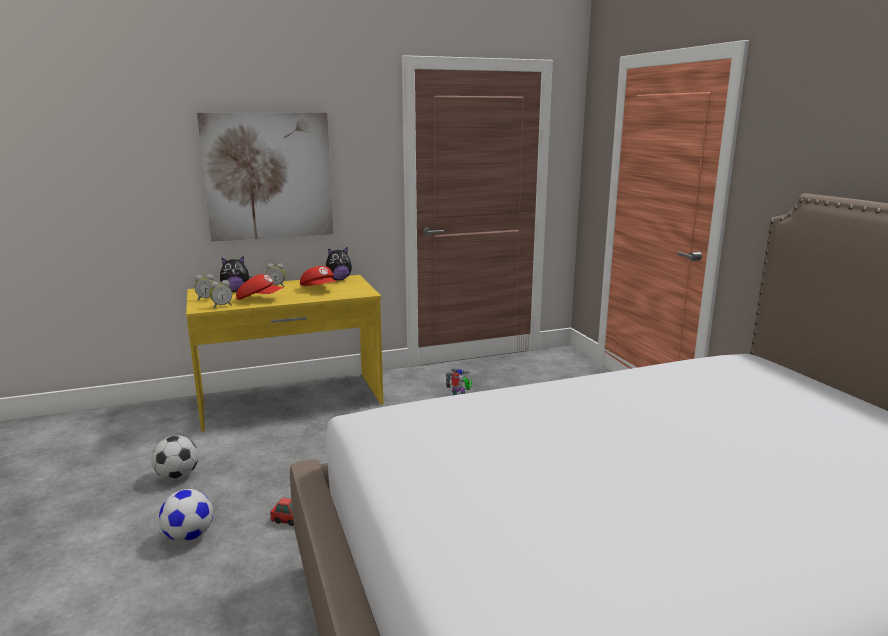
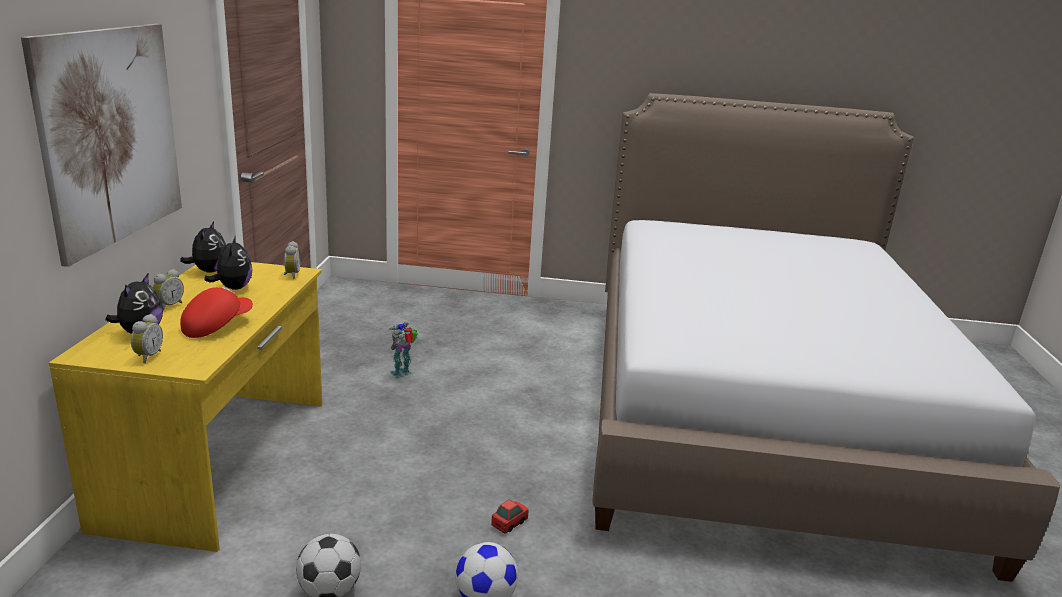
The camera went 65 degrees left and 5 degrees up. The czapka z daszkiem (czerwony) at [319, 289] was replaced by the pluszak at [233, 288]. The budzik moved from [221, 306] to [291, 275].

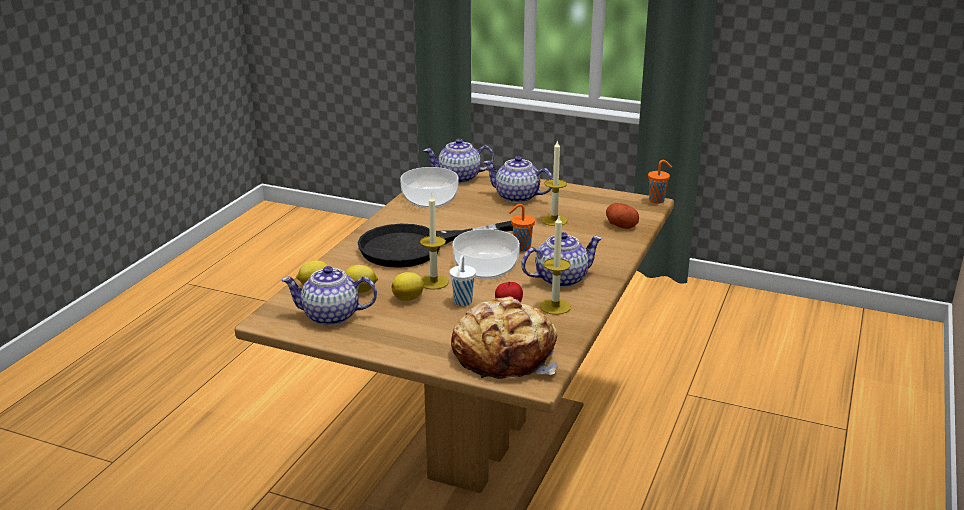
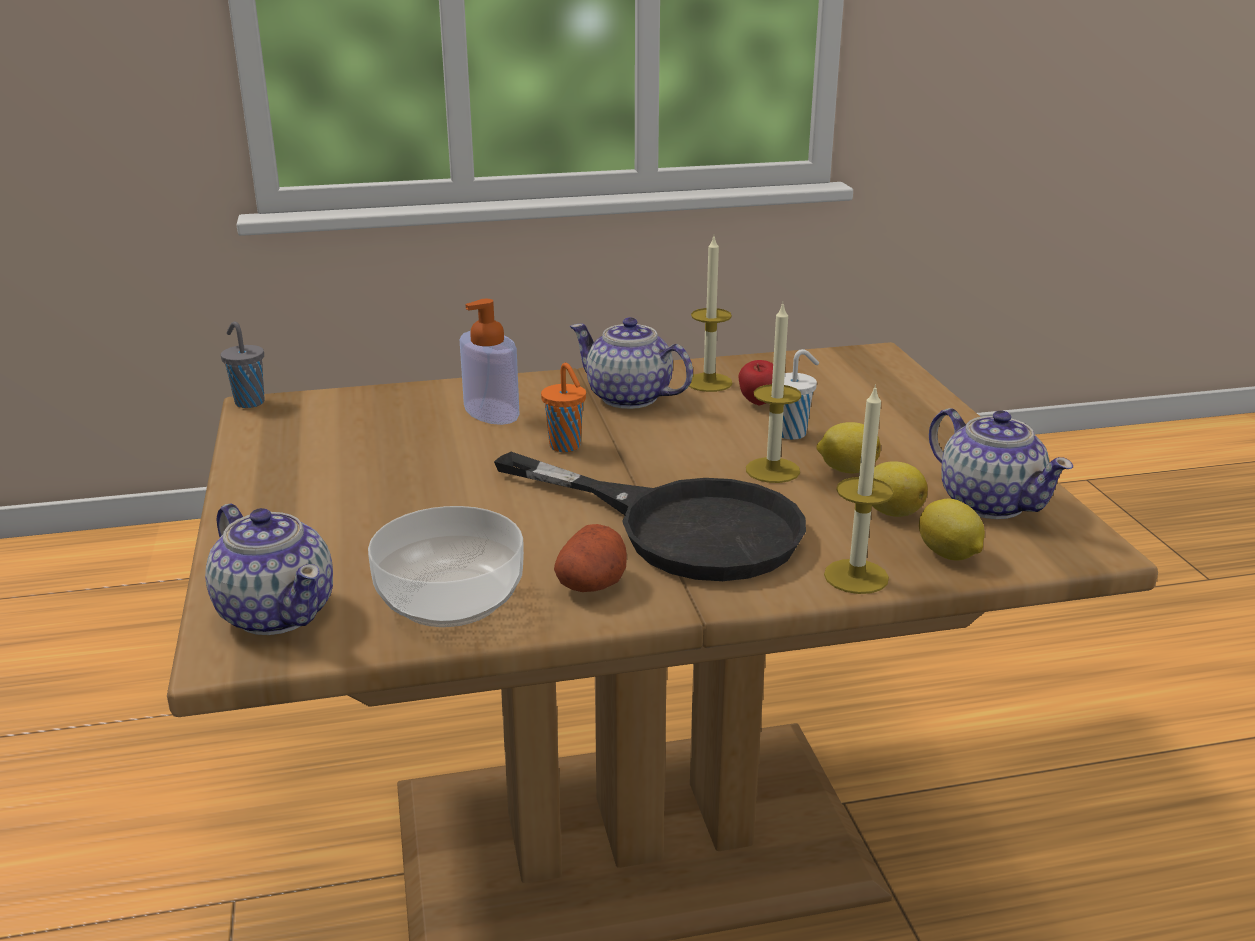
The camera went 125 degrees left and 0 degrees up. The filiżanka (pomarańczowy) at [657, 200] became the filiżanka (szary) at [248, 402]. The dozownik mydła at [491, 411] appeared. The ziemniak moved from [620, 225] to [592, 584]. The świeca moved from [554, 220] to [856, 576]. The chleb at [505, 354] disappeared. The miska at [485, 268] disappeared. The imbryk at [517, 197] disappeared.

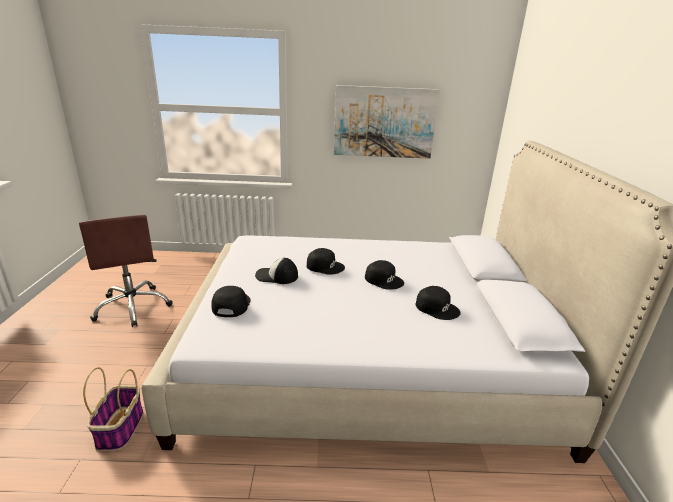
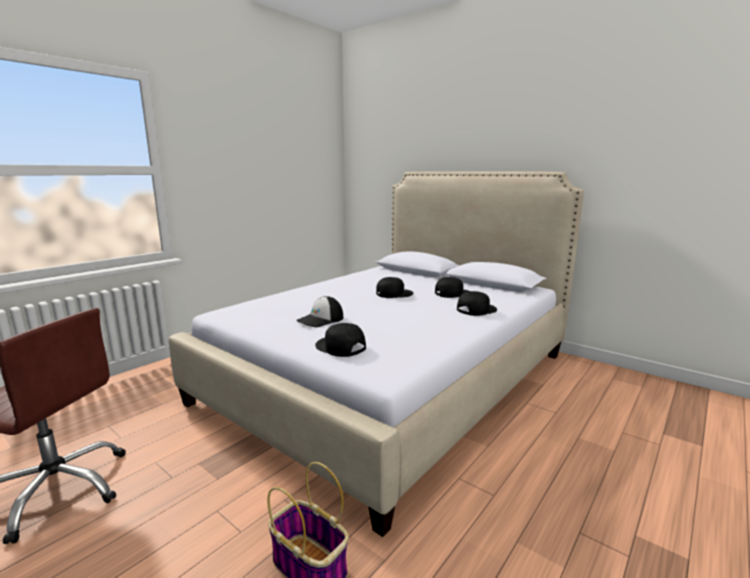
The camera went 50 degrees left and 10 degrees down. The czapka z daszkiem (czarny) moved from [325, 266] to [476, 309]. The obraz at [384, 122] disappeared.

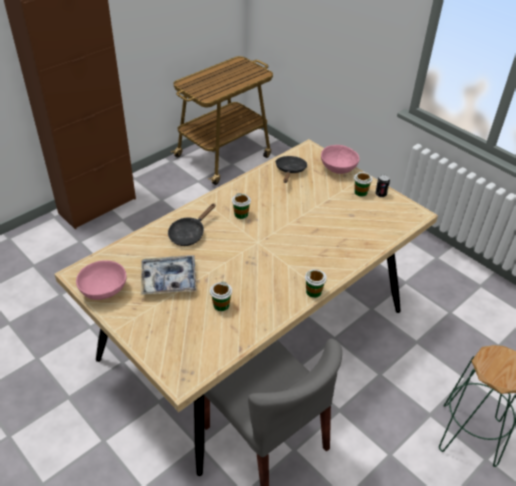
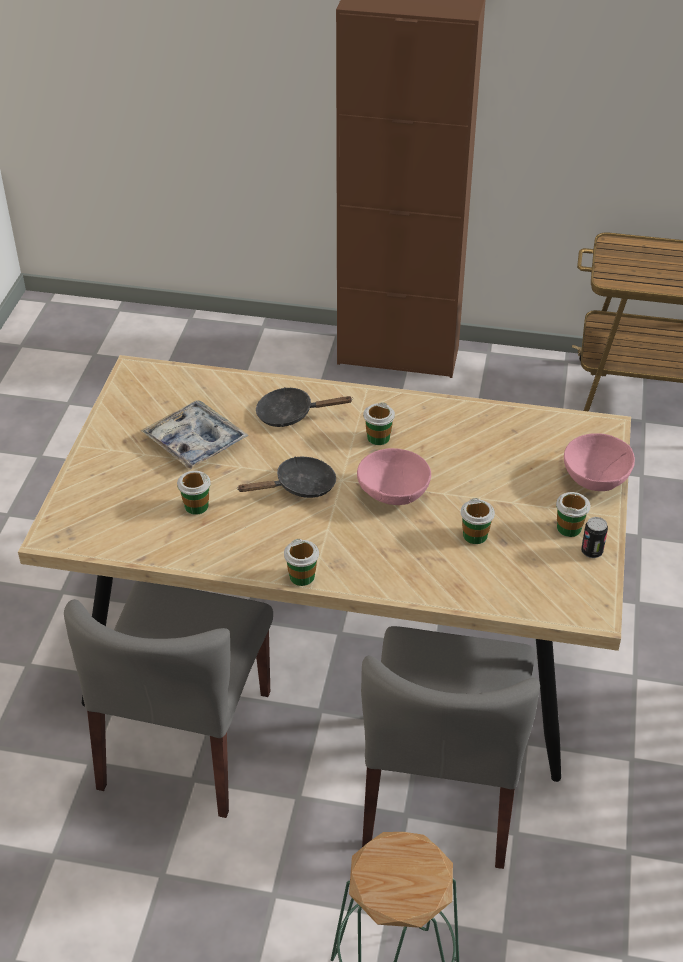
The camera went 55 degrees right and 0 degrees up. The patelnia (czarny) moved from [290, 171] to [299, 486]. The miska (różowy) moved from [104, 290] to [394, 494]. The krzesło (szary) at [442, 789] appeared. The filiżanka at [475, 535] appeared.

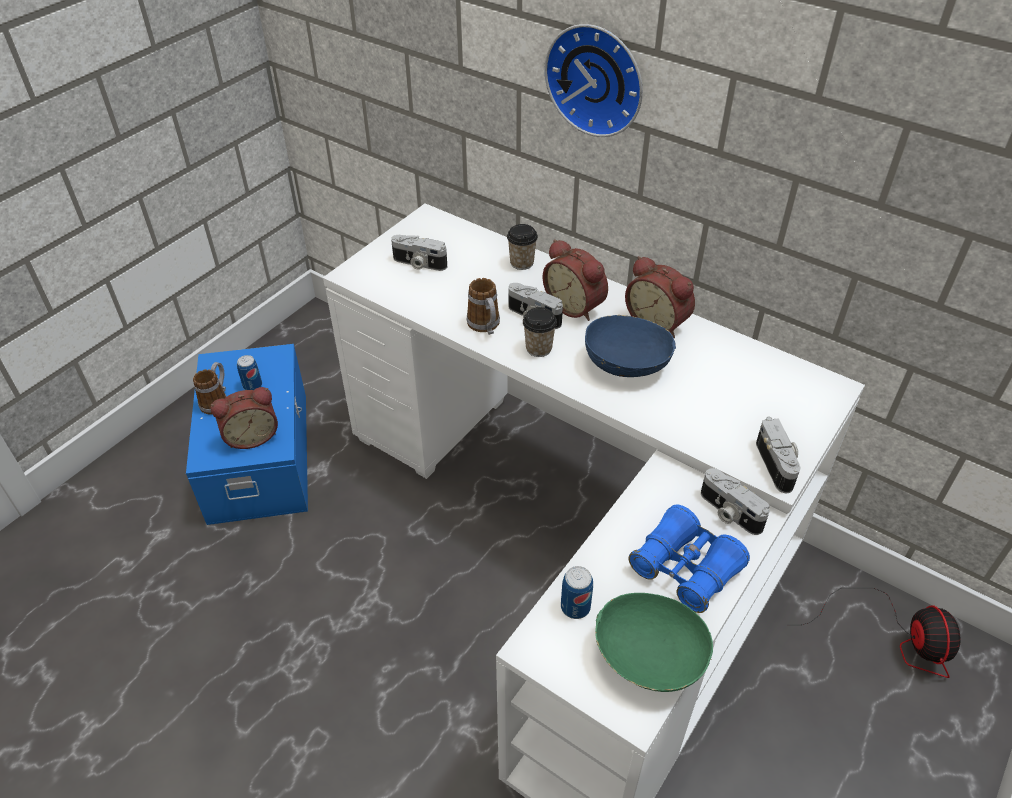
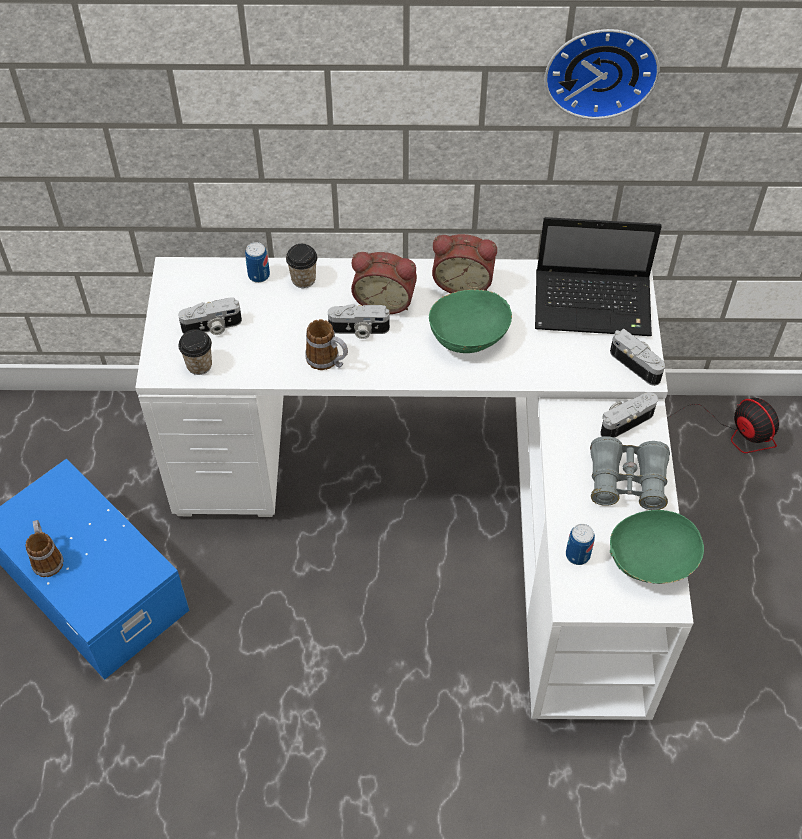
The camera went 35 degrees left and 10 degrees up. The filiżanka moved from [538, 348] to [199, 365]. The puszka moved from [252, 385] to [259, 275]. The miska (niebieski) at [626, 364] became the miska (zielony) at [469, 335]. The laptop at [595, 304] appeared. The zegar ścienny moved from [597, 78] to [601, 69]. The lornetka (niebieski) at [685, 568] became the lornetka (szary) at [627, 481]. The aparat fotograficzny at [728, 512] turned 135 degrees clockwise. The budzik at [251, 436] disappeared.

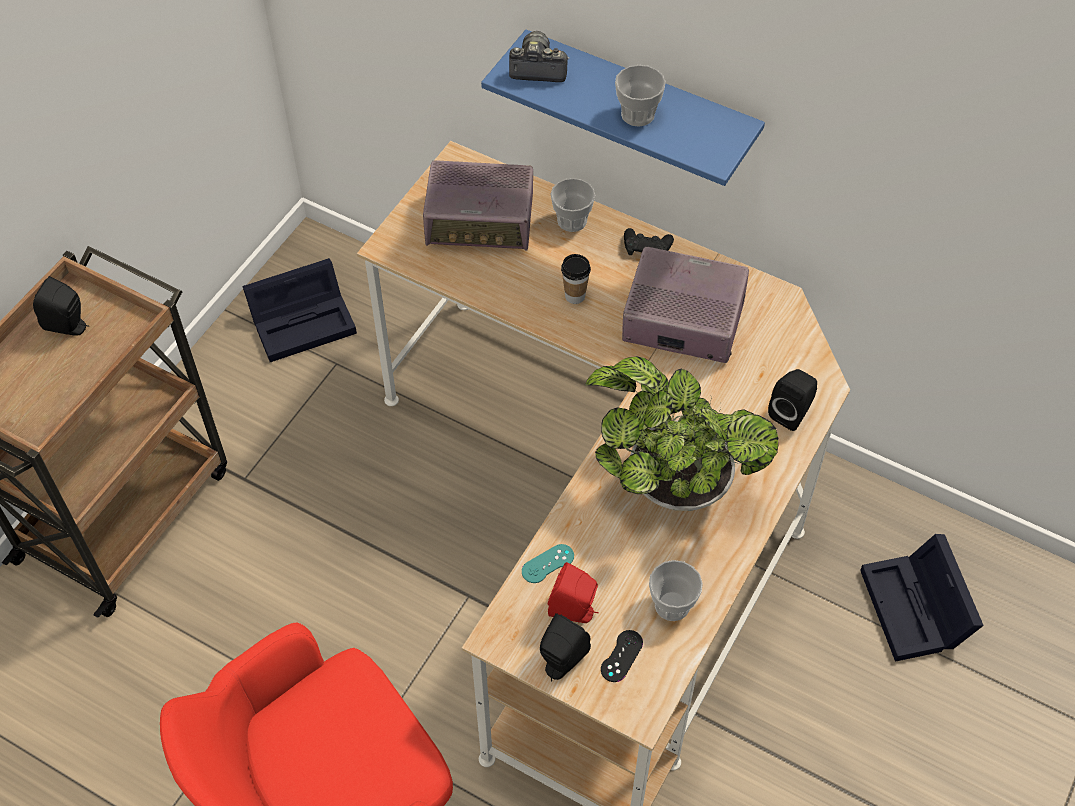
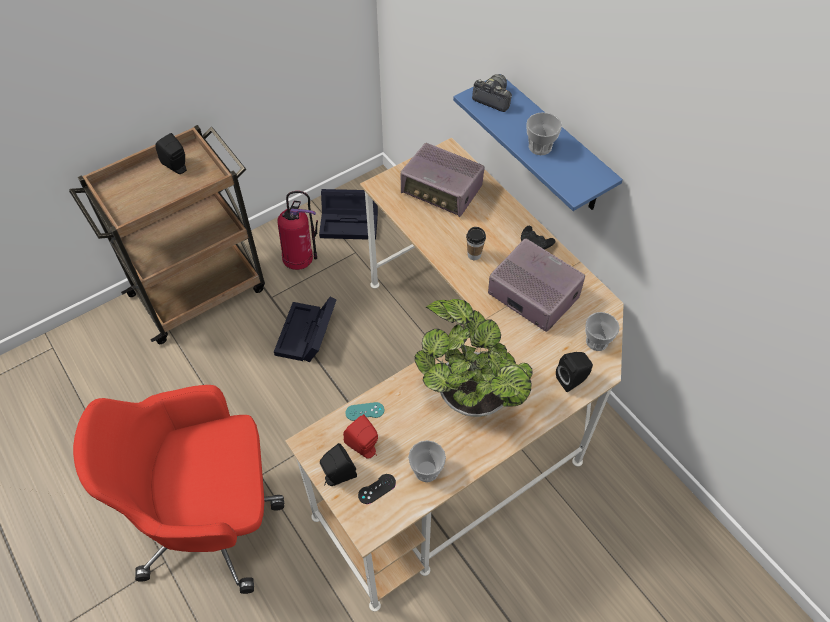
The camera went 25 degrees right and 0 degrees up. The pojemnik do przechowywania (czarny) moved from [917, 610] to [307, 336]. The gaśnica at [301, 260] appeared. The filiżanka moved from [572, 220] to [597, 341].

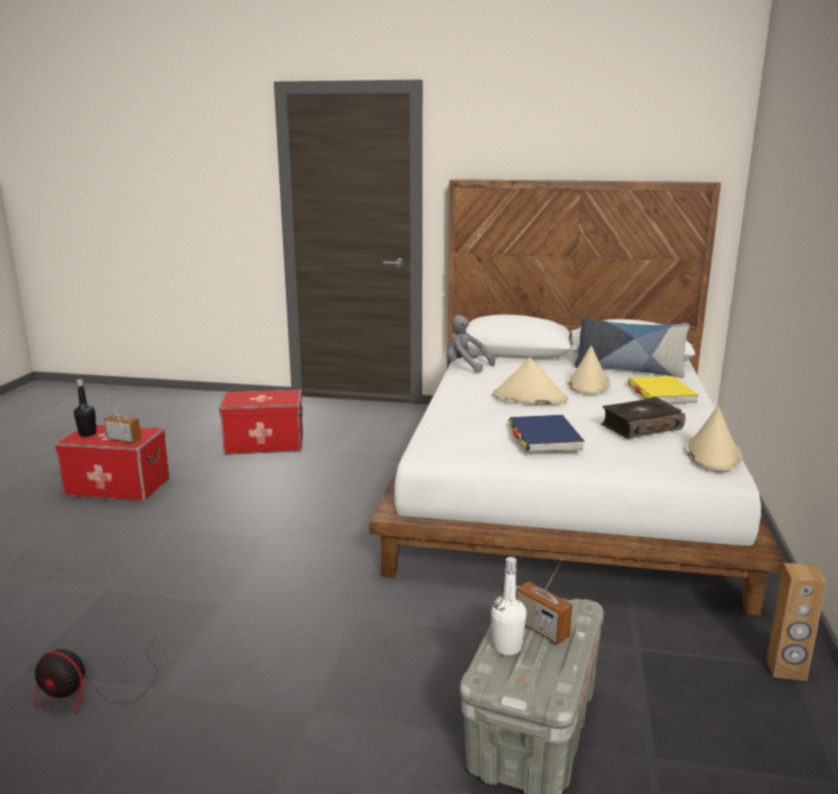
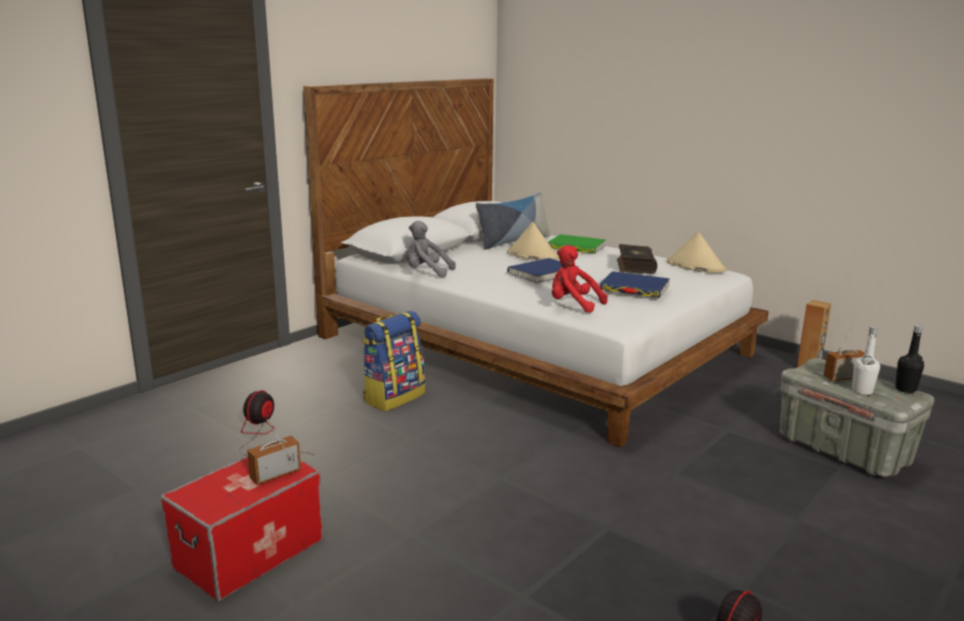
The camera went 60 degrees left and 0 degrees up. The pojemnik do przechowywania at [265, 444] was replaced by the wentylator at [263, 437]. The plecak at [394, 397] appeared. The pluszak (szary) at [465, 367] turned 45 degrees clockwise. The kapelusz (beżowy) at [529, 398] was replaced by the książka (niebieski) at [542, 273]. The książka (żółty) at [661, 393] became the książka (zielony) at [576, 247]. The pluszak (czerwony) at [573, 305] appeared. The butelka (czarny) moved from [87, 434] to [905, 389].

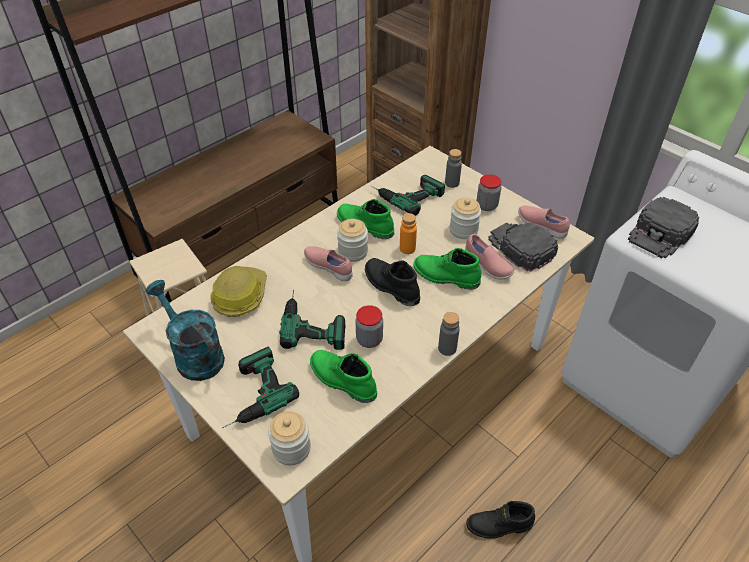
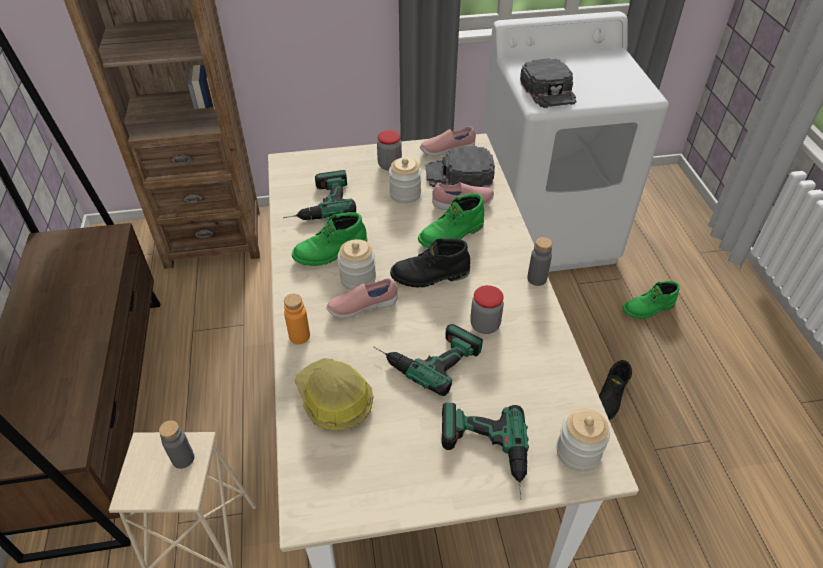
The camera went 55 degrees left and 0 degrees up. The butelka (szary) moved from [452, 183] to [183, 458]. The butelka (pomarańczowy) moved from [407, 248] to [299, 336]. The but z cholewką (zielony) moved from [341, 380] to [648, 309]. The konewka (turkusowy) at [194, 354] disappeared.

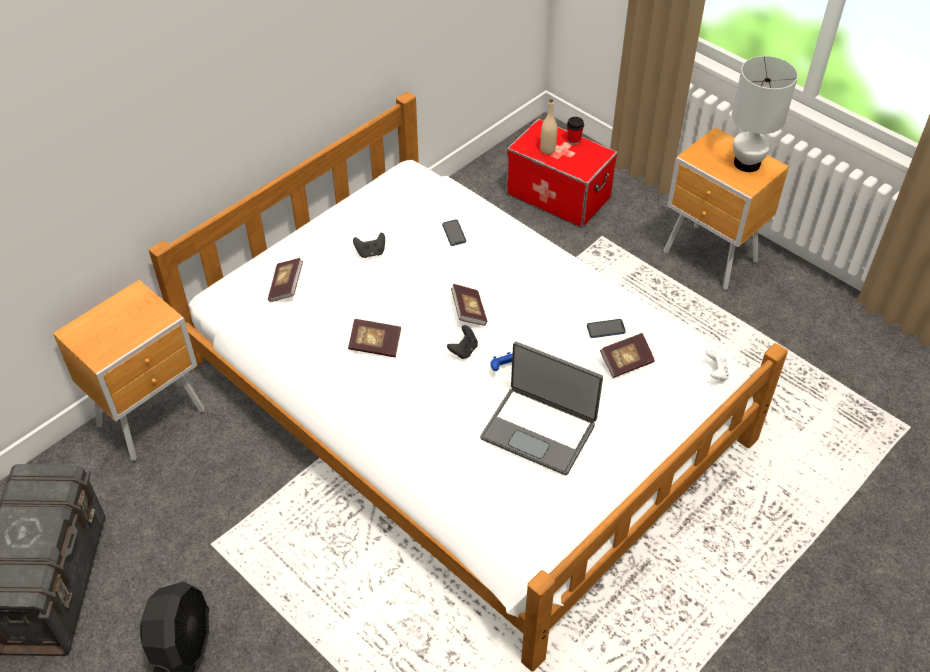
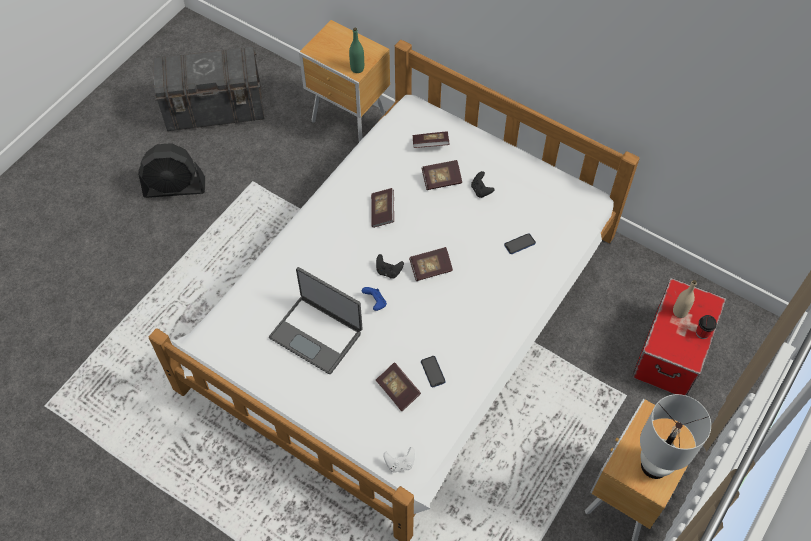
The camera went 80 degrees right and 10 degrees up. The laptop at [539, 430] turned 75 degrees counterclockwise. The butelka (zielony) at [357, 68] appeared. The książka at [441, 180] appeared.

